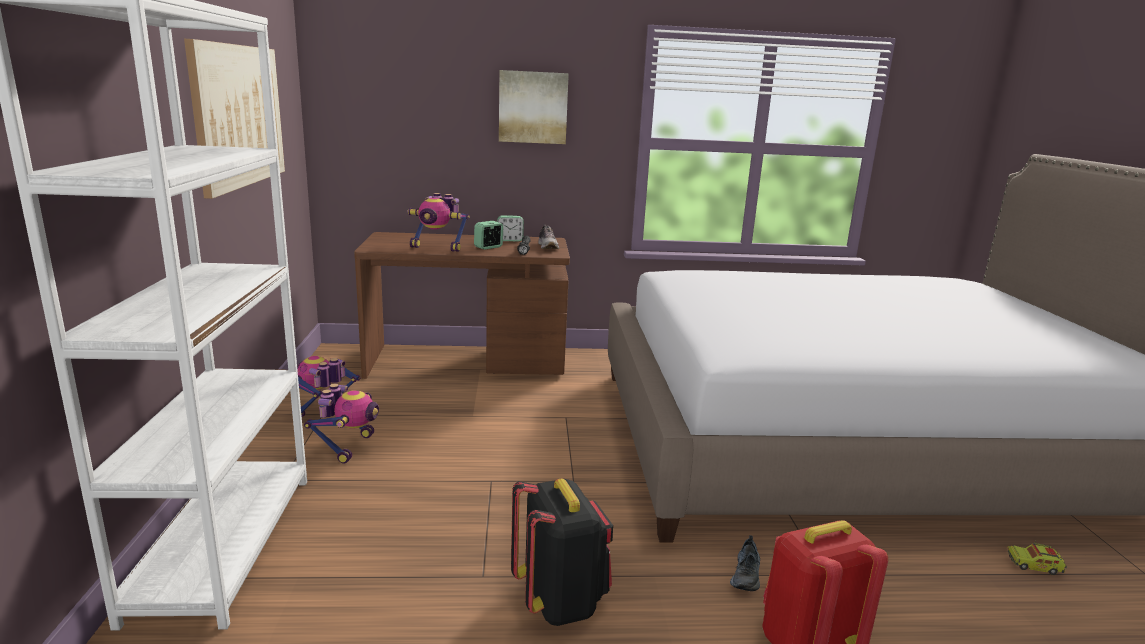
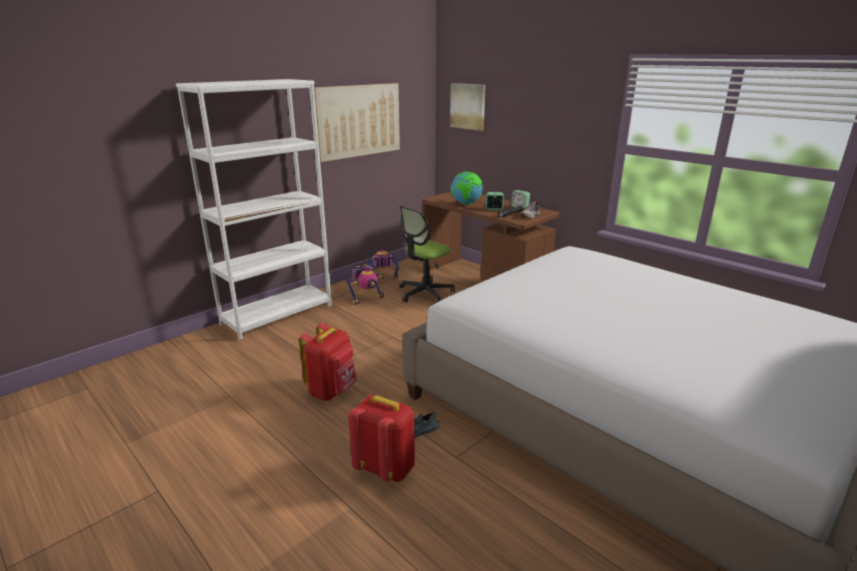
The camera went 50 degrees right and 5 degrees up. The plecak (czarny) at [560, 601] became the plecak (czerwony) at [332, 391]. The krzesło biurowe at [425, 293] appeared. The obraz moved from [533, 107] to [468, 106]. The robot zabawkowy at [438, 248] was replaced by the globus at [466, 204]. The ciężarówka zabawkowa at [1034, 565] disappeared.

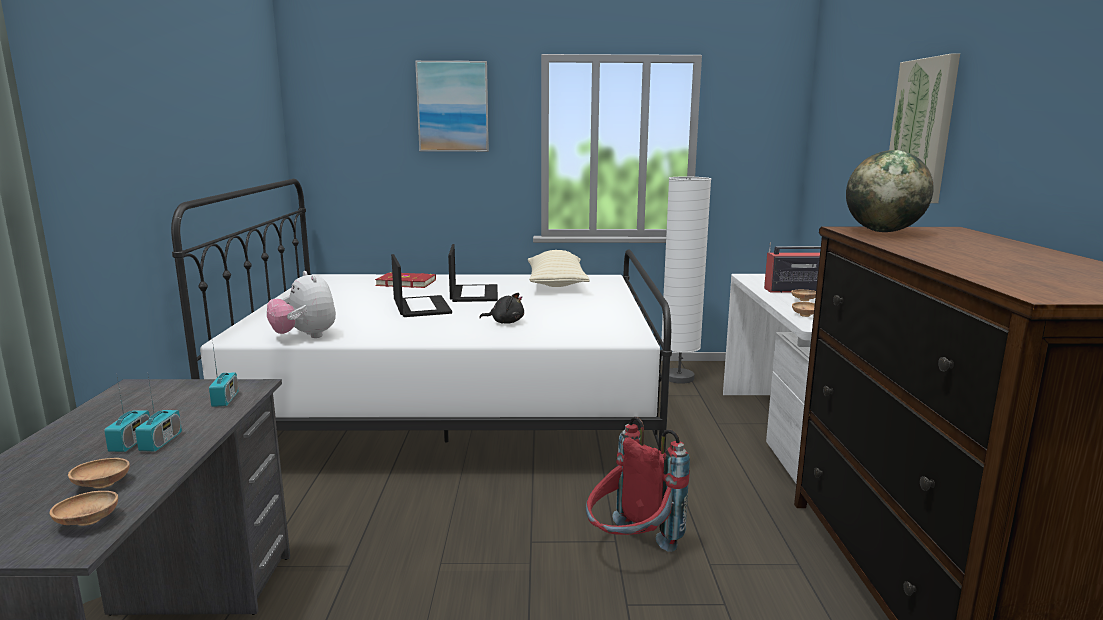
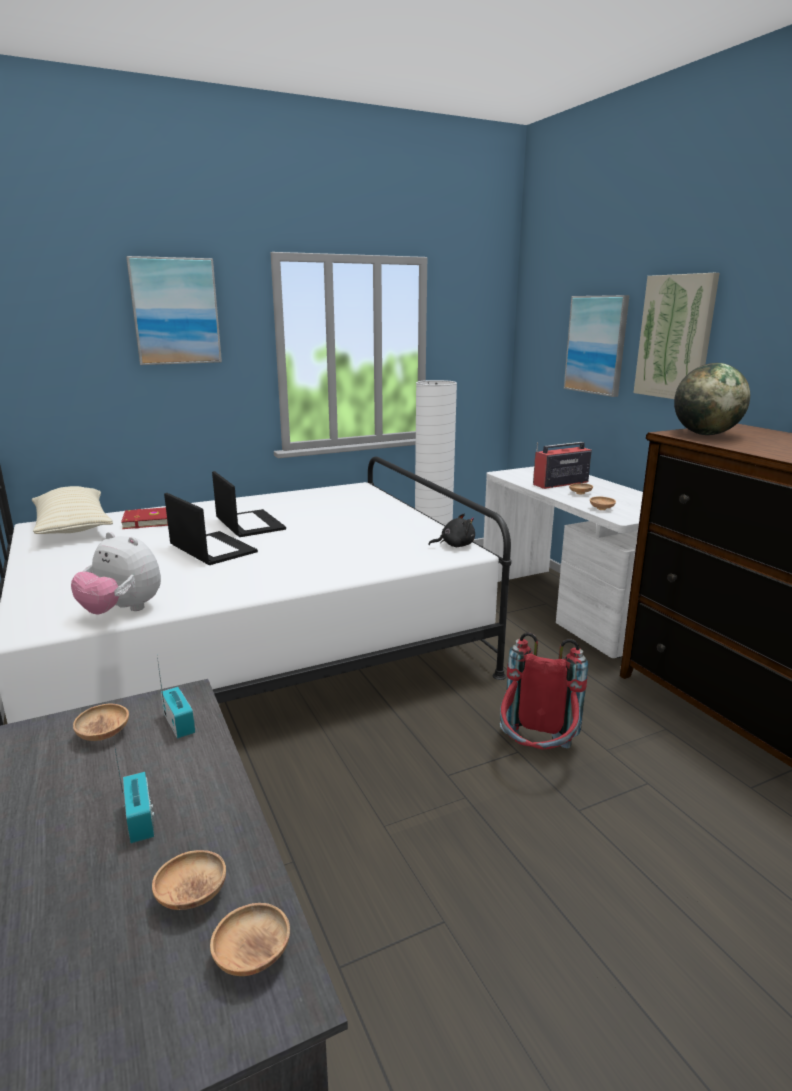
The camera went 25 degrees left and 5 degrees up. The poduszka (beżowy) moved from [556, 284] to [73, 527]. The miska (brązowy) at [104, 734] appeared. The pluszak (czarny) moved from [505, 322] to [455, 545]. The obraz at [596, 345] appeared. The radio at [161, 442] disappeared.

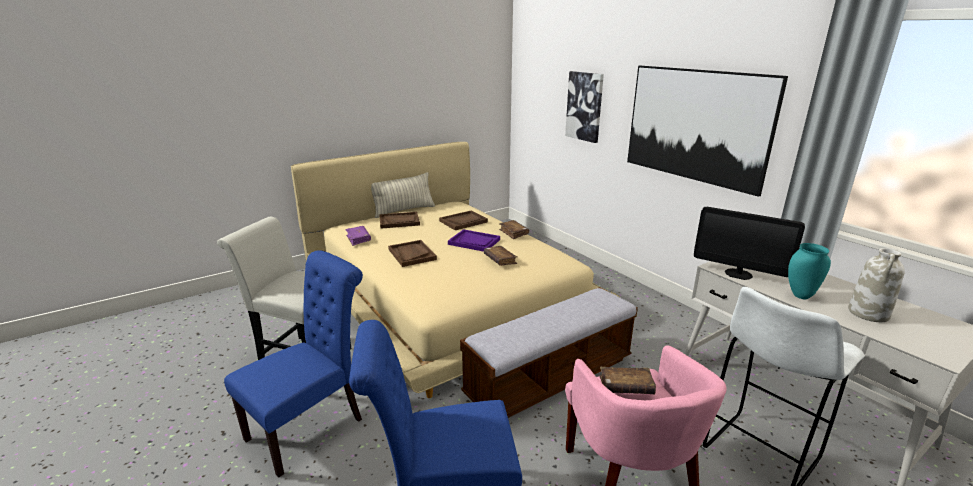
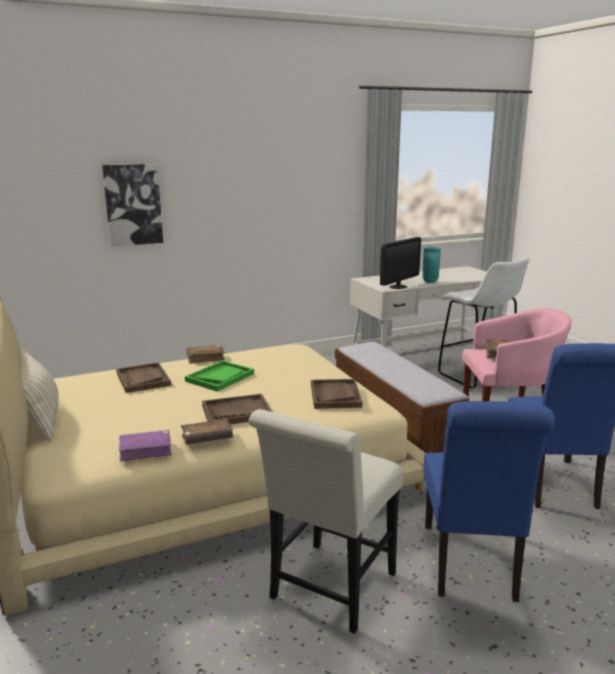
The camera went 80 degrees left and 5 degrees down. The książka (brązowy) moved from [500, 260] to [207, 438]. The taca (fioletowy) at [474, 242] became the taca (zielony) at [220, 377]. The taca (brązowy) moved from [399, 221] to [335, 395]. The krzesło (niebieski) at [312, 426] turned 135 degrees counterclockwise. The obraz at [695, 125] disappeared. The wazon (biały) at [868, 314] disappeared.

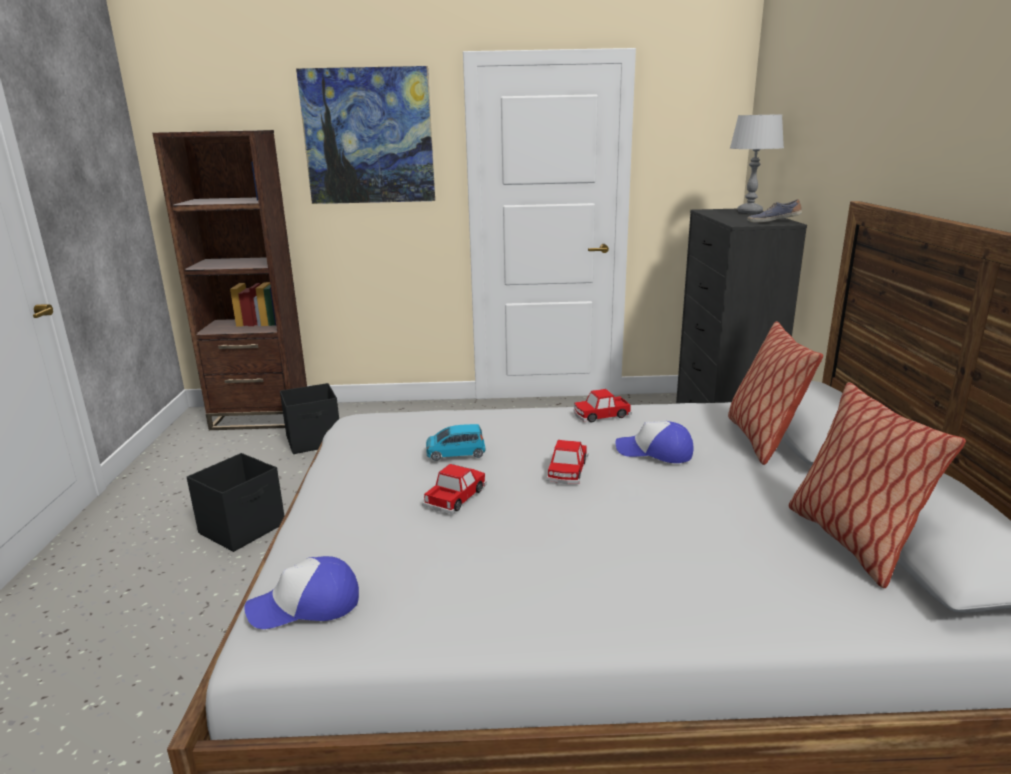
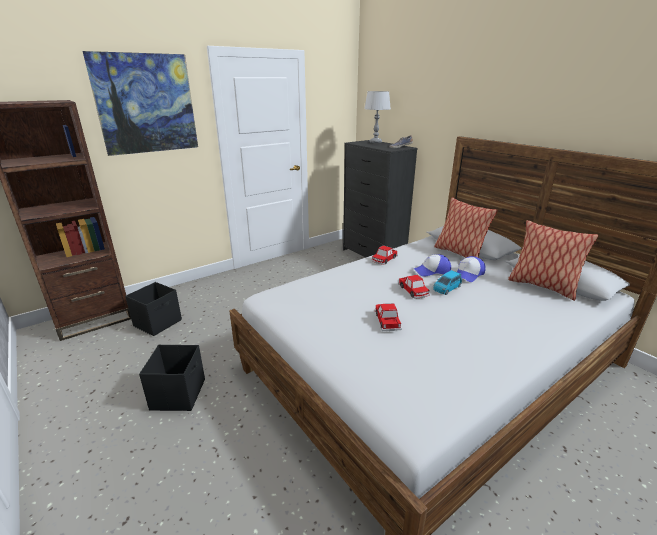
The camera went 35 degrees left and 5 degrees up. The samochodzik (niebieski) moved from [455, 453] to [446, 288]. The czapka z daszkiem moved from [306, 605] to [469, 274].

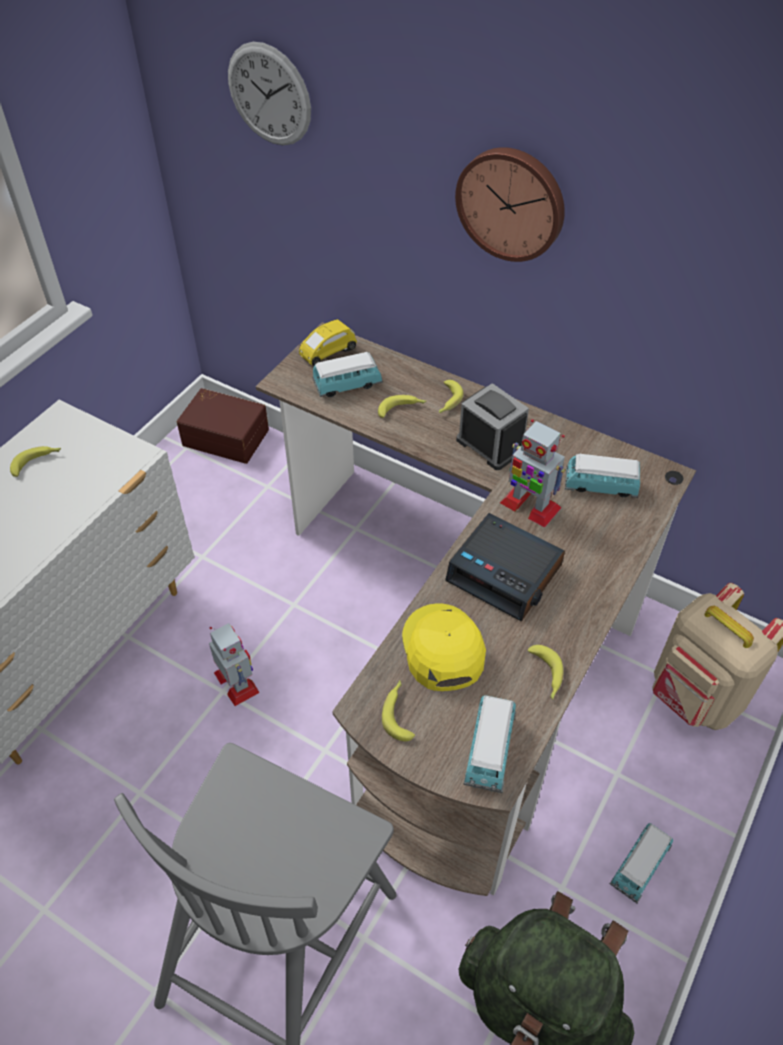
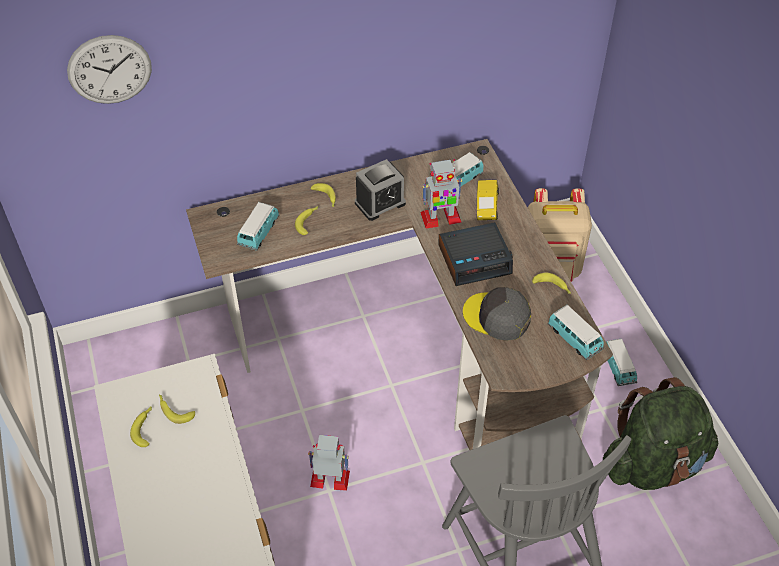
The camera went 50 degrees left and 0 degrees up. The banan moved from [399, 712] to [174, 410]. The budzik at [490, 445] turned 150 degrees clockwise. The czapka z daszkiem (żółty) at [442, 648] became the czapka z daszkiem (szary) at [497, 317]. The samochodzik (żółty) moved from [327, 353] to [486, 207]. The pojemnik do przechowywania (brązowy) at [226, 436] disappeared. The zegar ścienny at [512, 203] disappeared.

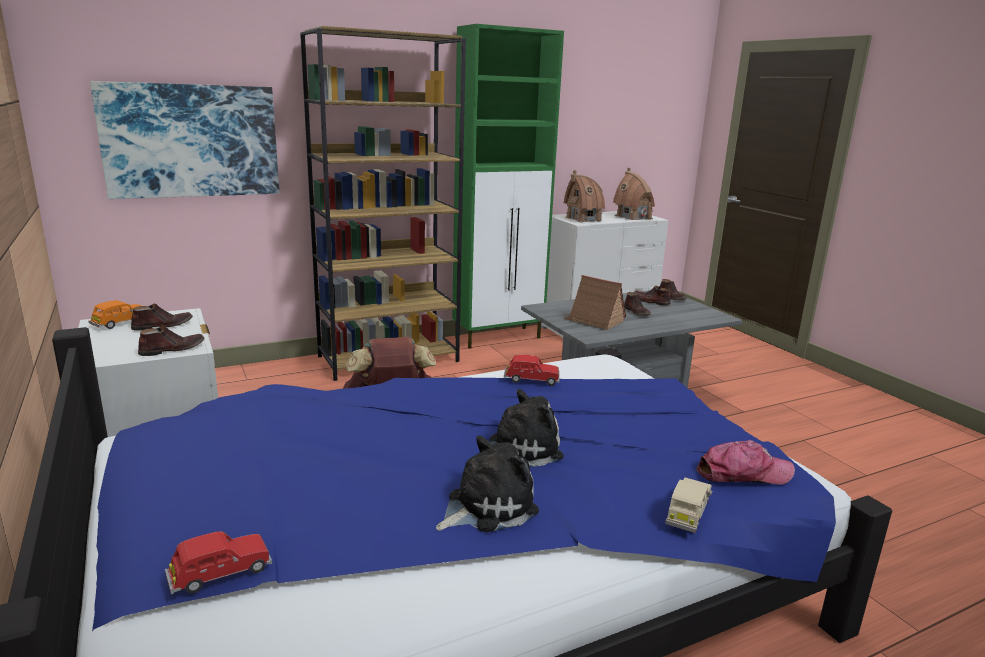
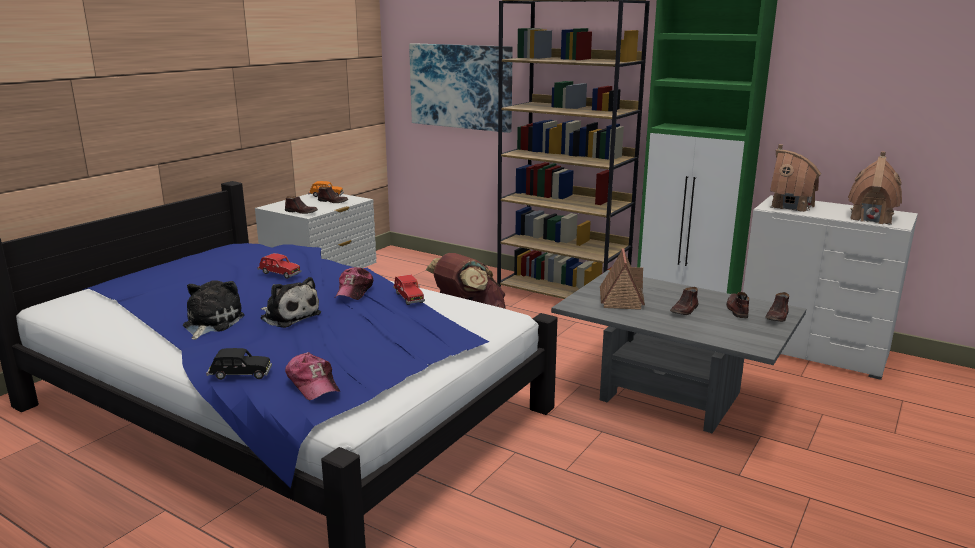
The camera went 60 degrees right and 0 degrees up. The pluszak at [486, 506] turned 105 degrees counterclockwise. The samochodzik (beżowy) at [688, 514] became the samochodzik (czarny) at [240, 375]. The samochodzik (czerwony) moved from [220, 574] to [279, 274]. The czapka z daszkiem at [354, 291] appeared.

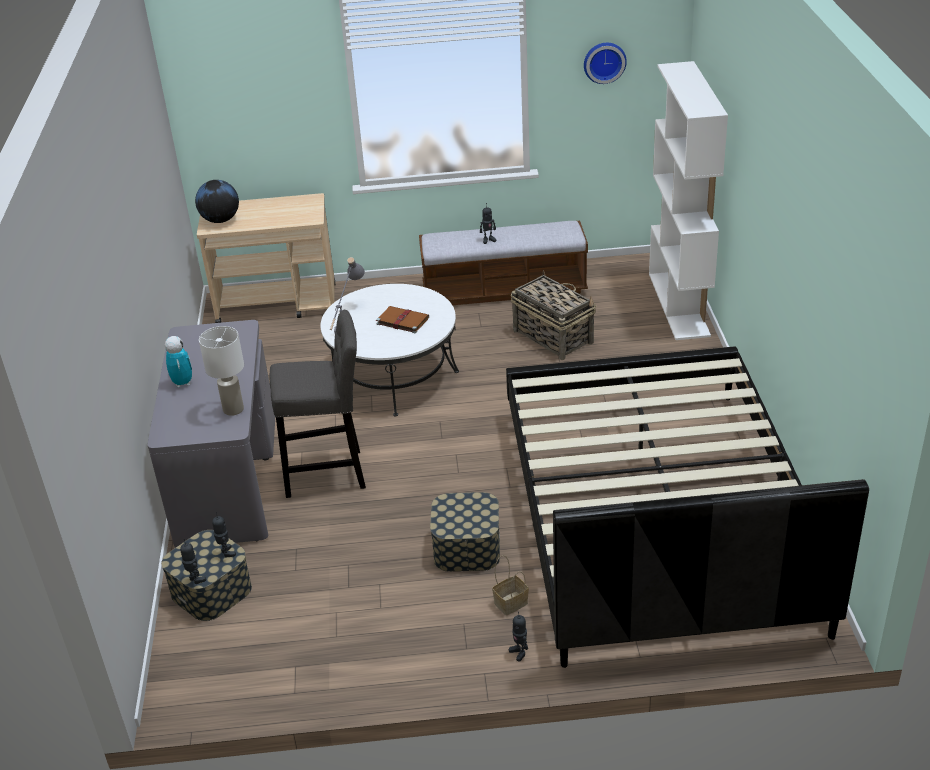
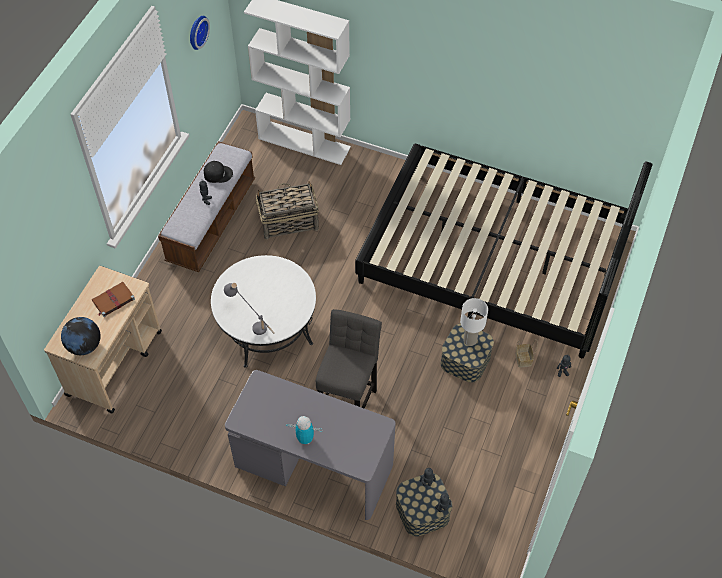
The camera went 65 degrees left and 20 degrees up. The książka (brązowy) moved from [402, 321] to [113, 300]. The czapka z daszkiem (czarny) at [218, 174] appeared. The lampa stołowa (biały) moved from [233, 410] to [470, 340].

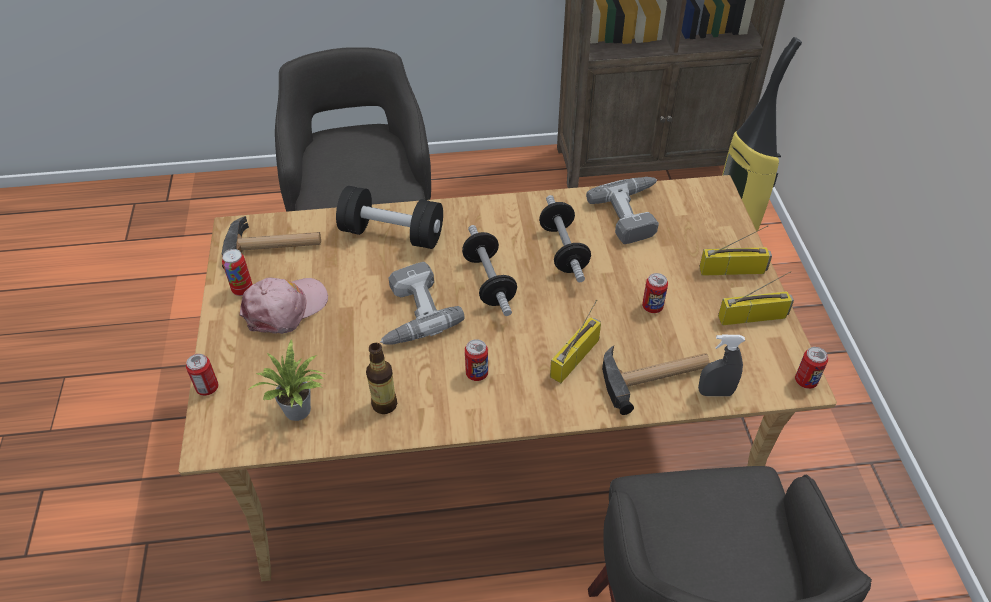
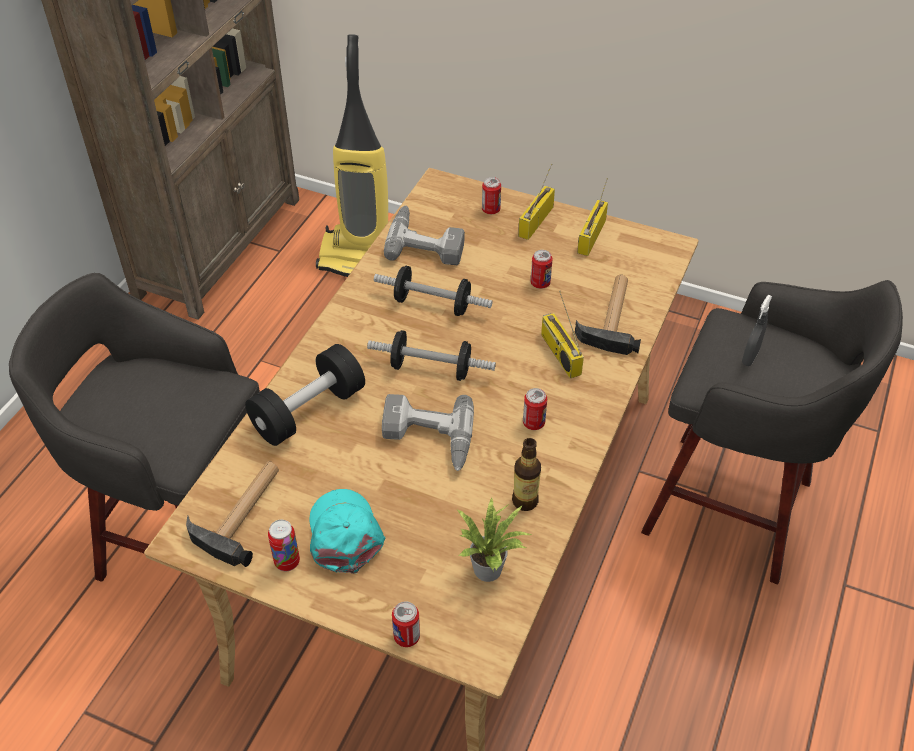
The camera went 60 degrees left and 0 degrees up. The czapka z daszkiem (różowy) at [285, 308] became the czapka z daszkiem (turkusowy) at [344, 534]. The puszka moved from [805, 381] to [491, 210]. The spryskiwacz (szary) moved from [715, 392] to [750, 357].

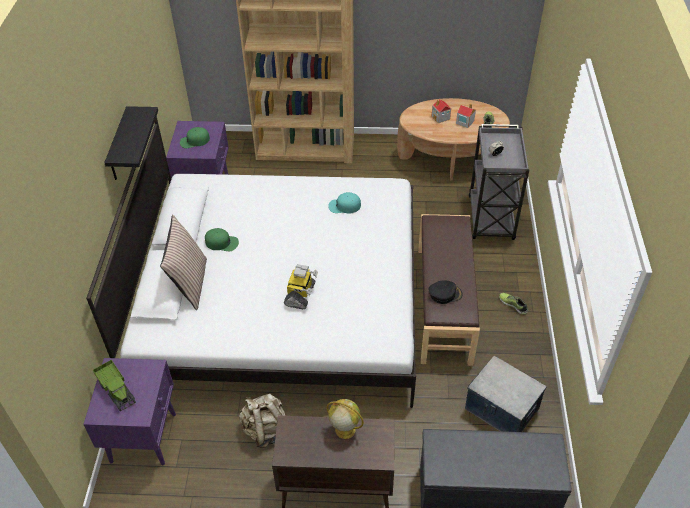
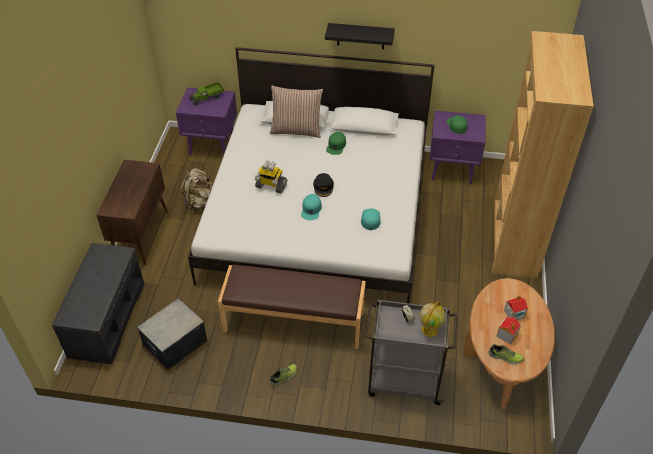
The camera went 95 degrees right and 0 degrees up. The czapka z daszkiem (turkusowy) at [311, 209] appeared. The czapka z daszkiem (czarny) moved from [445, 294] to [323, 187]. The globus moved from [344, 429] to [430, 329].

